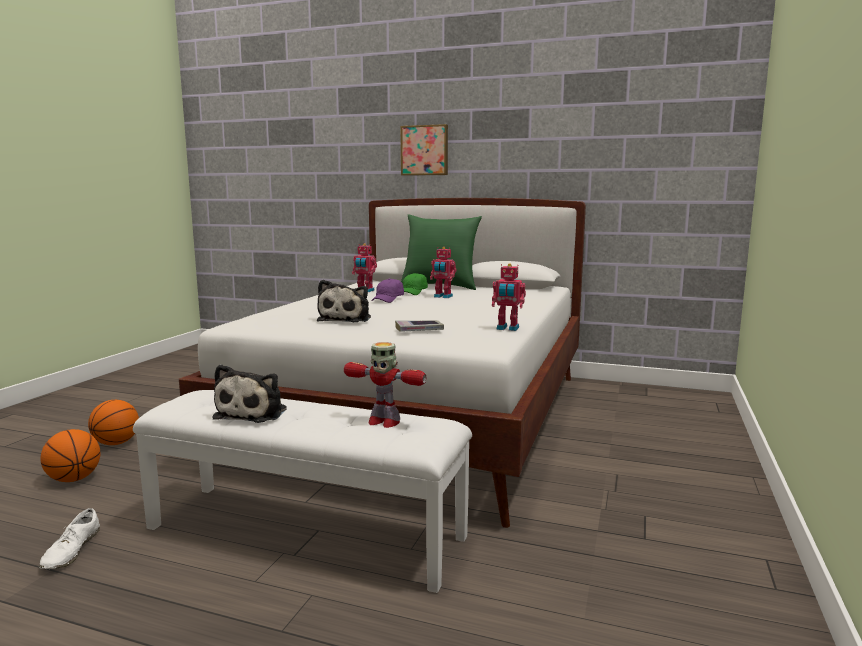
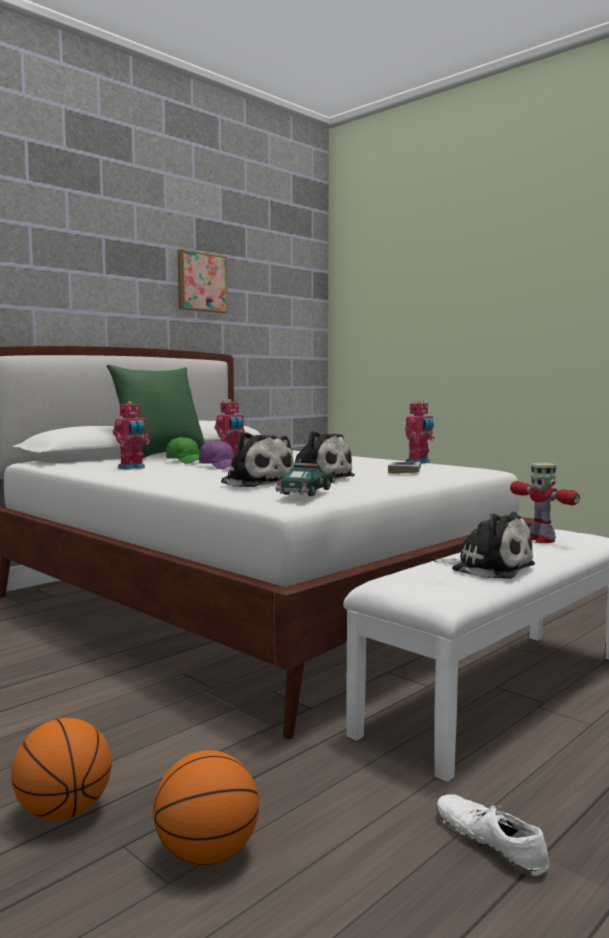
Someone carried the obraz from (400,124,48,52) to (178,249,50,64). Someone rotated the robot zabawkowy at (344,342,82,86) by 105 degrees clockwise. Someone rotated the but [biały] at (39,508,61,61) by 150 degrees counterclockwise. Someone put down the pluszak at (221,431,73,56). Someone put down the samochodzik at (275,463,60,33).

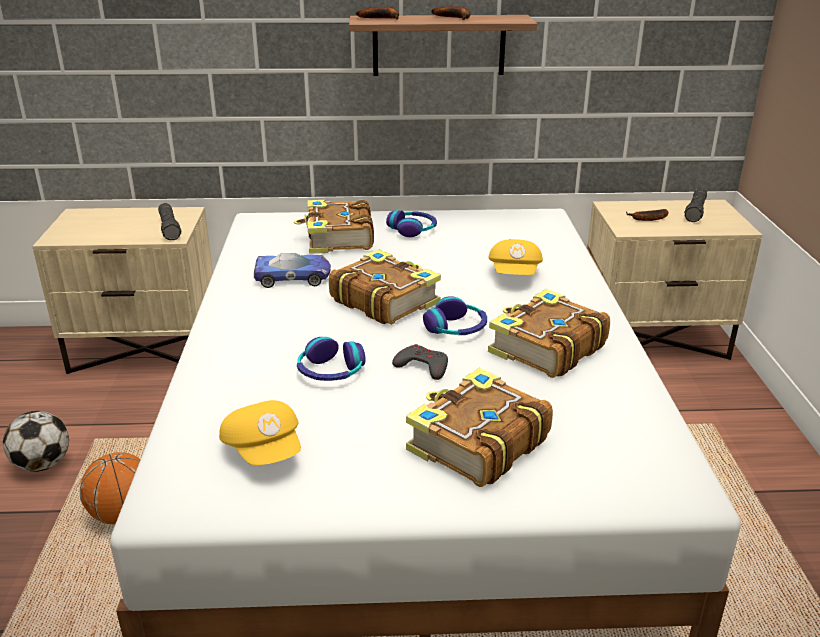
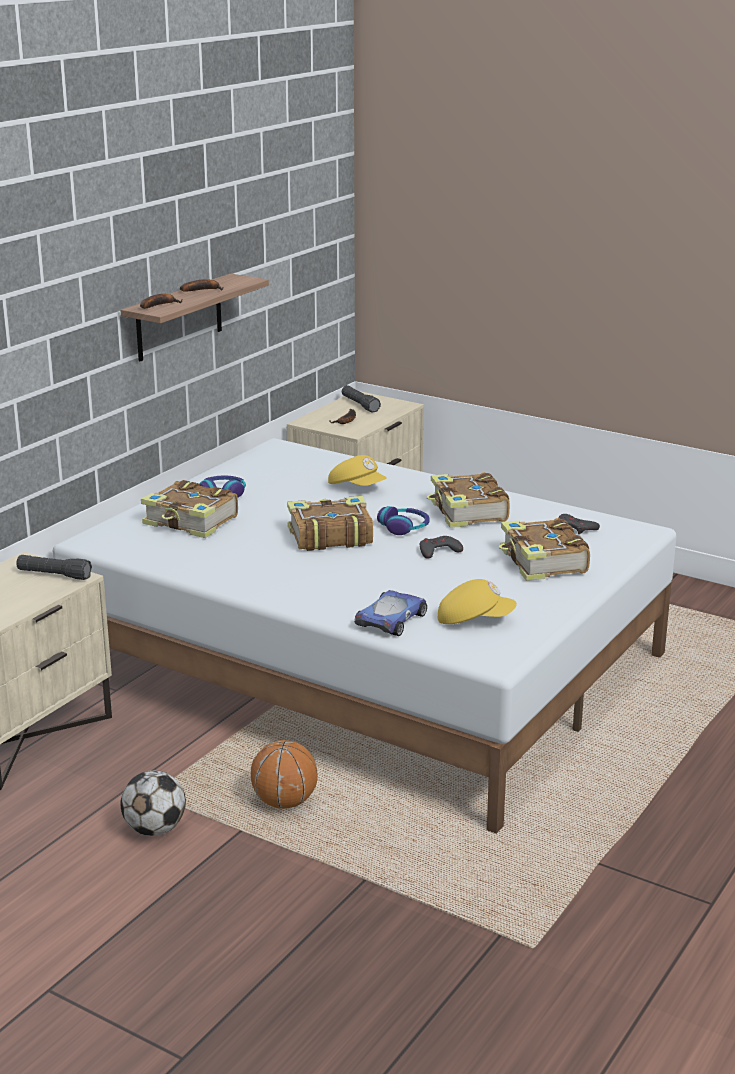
Someone carried the samochodzik from (254,253,77,35) to (354,590,73,46). Someone took away the słuchawki at (297,337,69,44). Someone put down the pad do gier [szary] at (558,514,42,20).

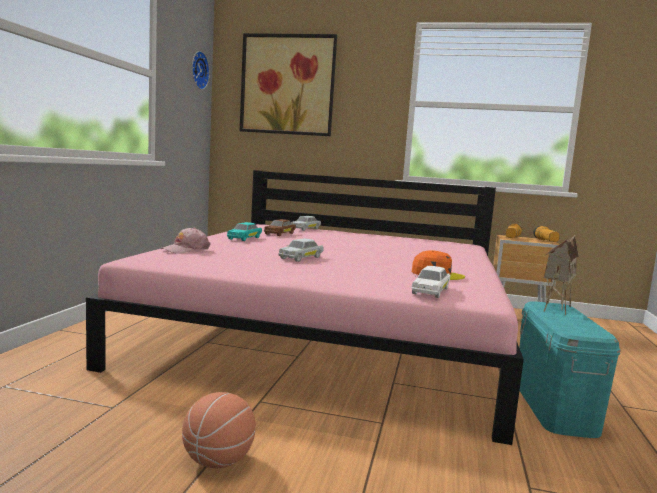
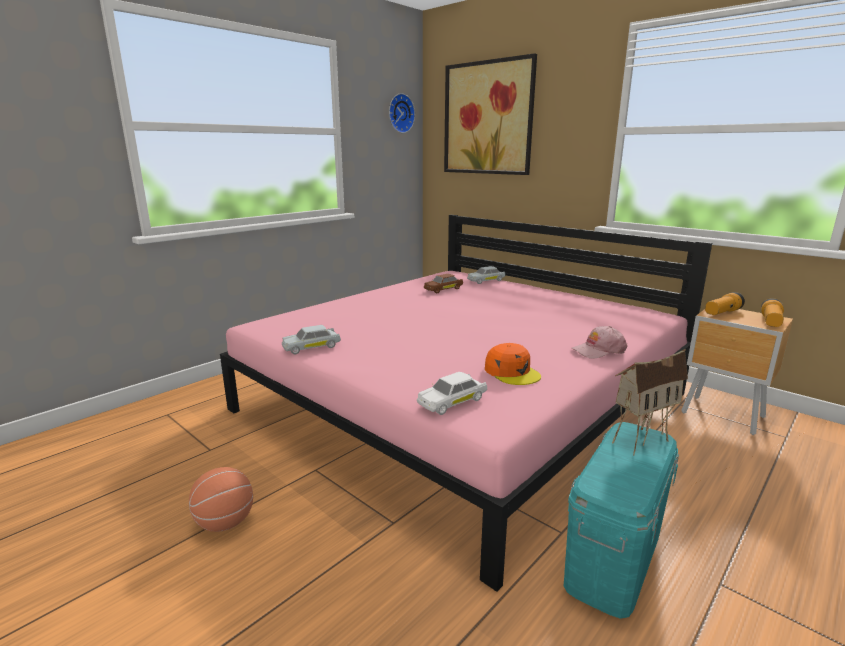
Someone took away the samochodzik [turkusowy] at (227,222,35,19). Someone carried the czapka z daszkiem [różowy] from (161,228,50,26) to (572,326,55,33). Someone carried the samochodzik [biały] from (278,239,45,23) to (282,325,59,29).

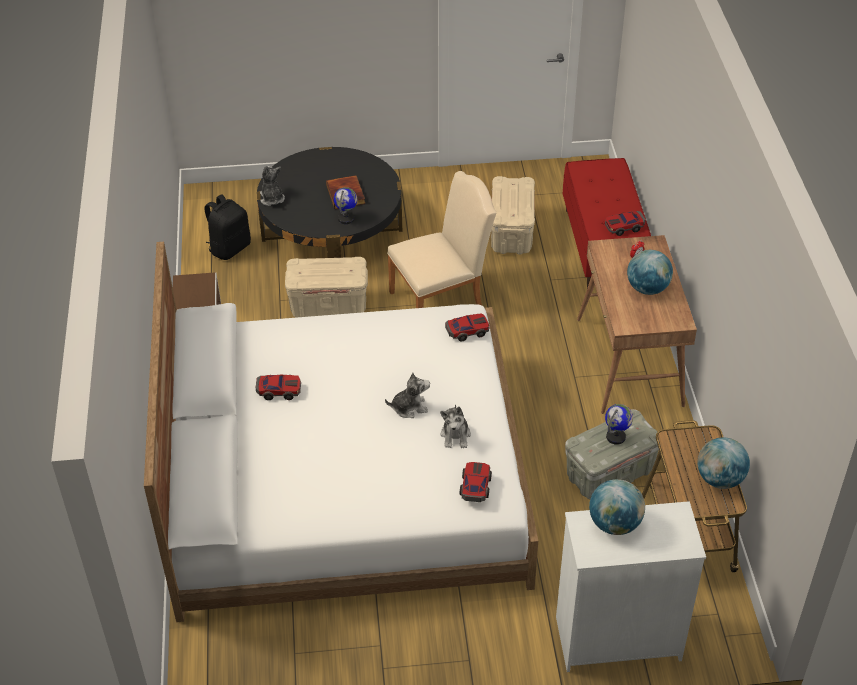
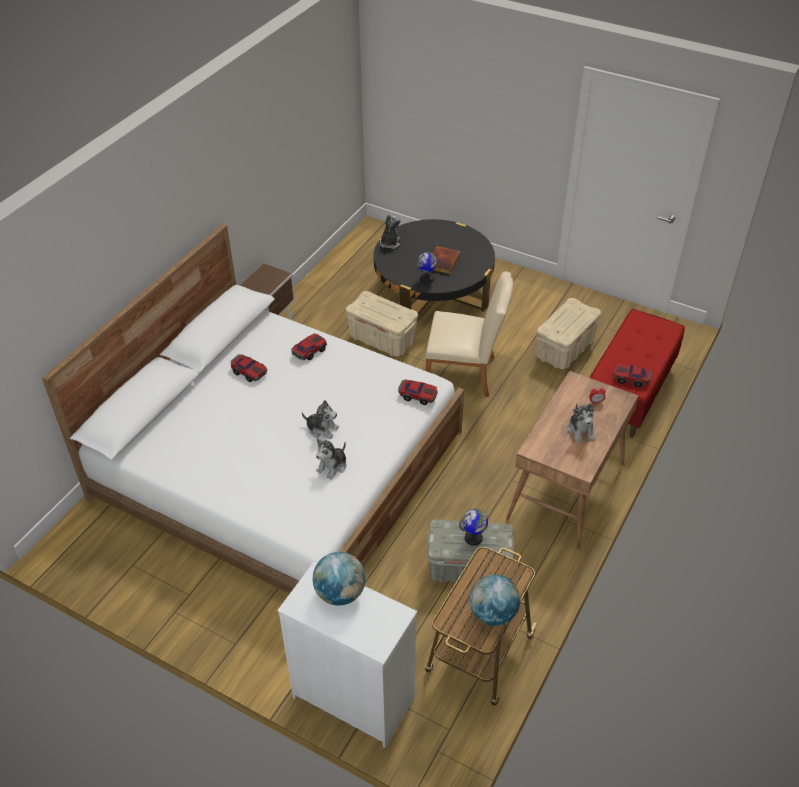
Someone took away the plecak [czarny] at (205,194,46,66). Someone swapped the globus at (627,250,46,45) for the pluszak at (568,403,27,39). Someone carried the samochodzik from (459,462,33,40) to (292,333,35,27).

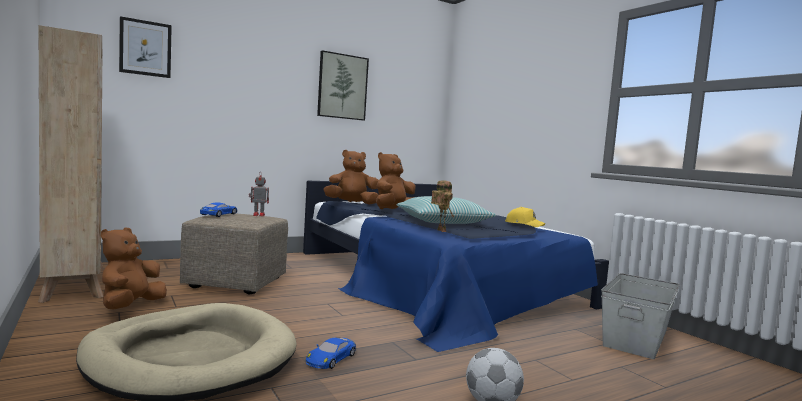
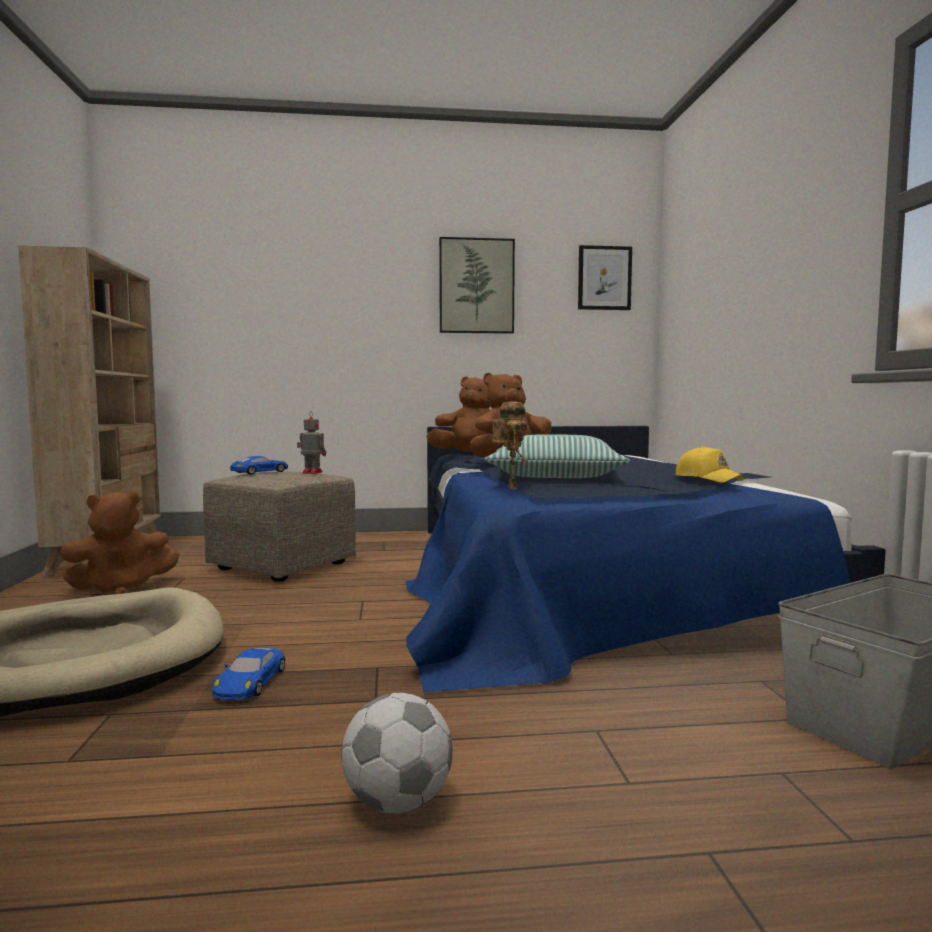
Someone carried the obraz from (119,16,53,62) to (578,245,54,65). Someone rotated the pluszak [brązowy] at (101,227,66,83) by 150 degrees counterclockwise. Someone rotated the samochodzik [niebieski] at (306,337,50,32) by 45 degrees counterclockwise.

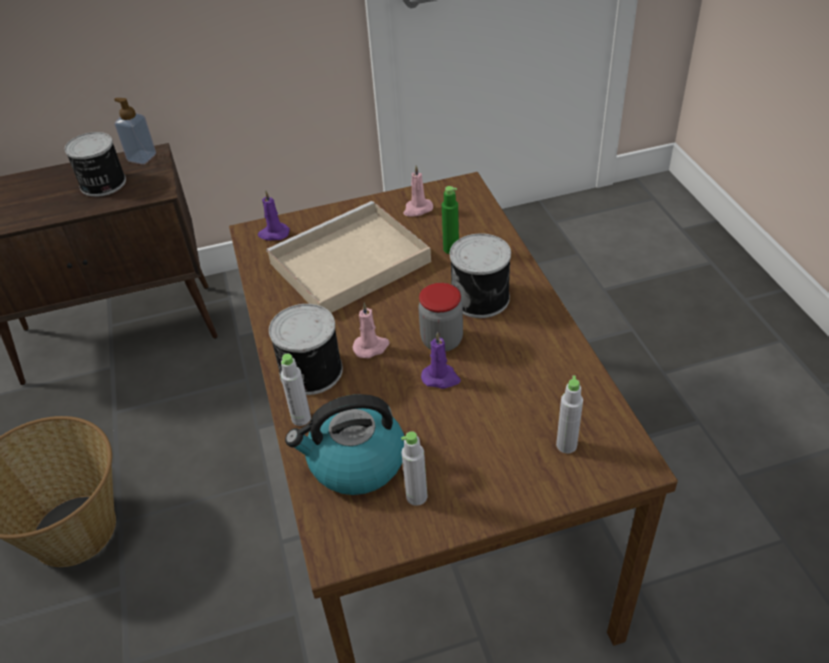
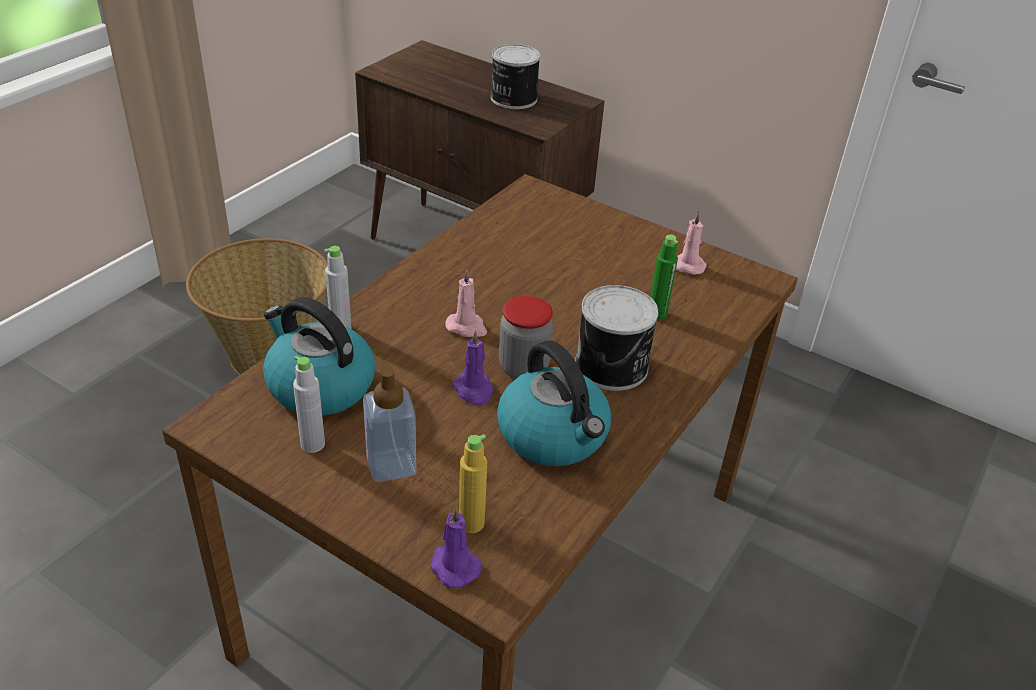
Someone carried the dozownik mydła from (114,98,42,66) to (363,360,53,122). Someone carried the świeca [fioletowy] from (258,190,32,51) to (430,506,51,82). Someone took away the taca [beżowy] at (266,201,165,112). Someone took away the puszka at (269,304,74,91). Someone repainted the butelka [szary] at (556,376,27,77), which became the butelka [żółty] at (459,434,28,99). Someone put down the czajnik at (497,341,114,125).

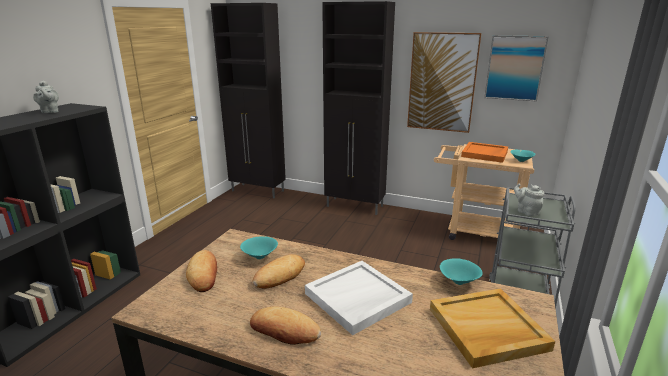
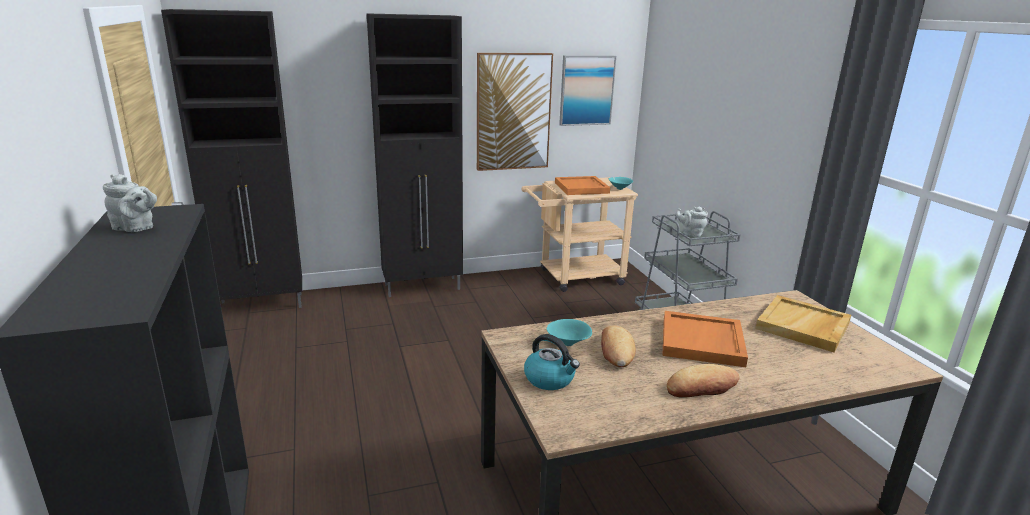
Someone swapped the chleb at (186,250,31,42) for the czajnik at (524,334,56,56). Someone took away the miska [turkusowy] at (440,258,43,27). Someone repainted the taca [biały] at (305,261,108,74), which became the taca [pomarańczowy] at (662,311,86,56).

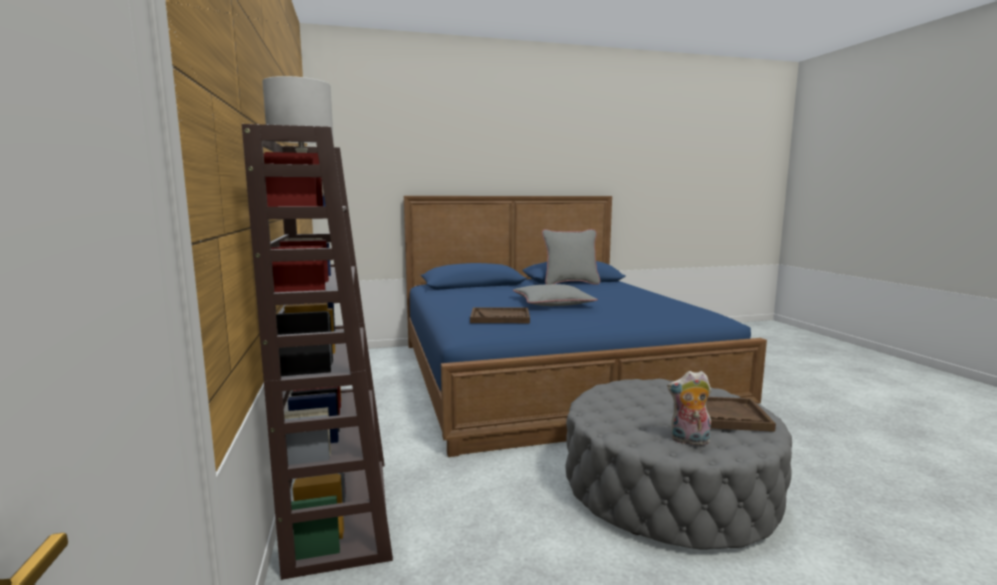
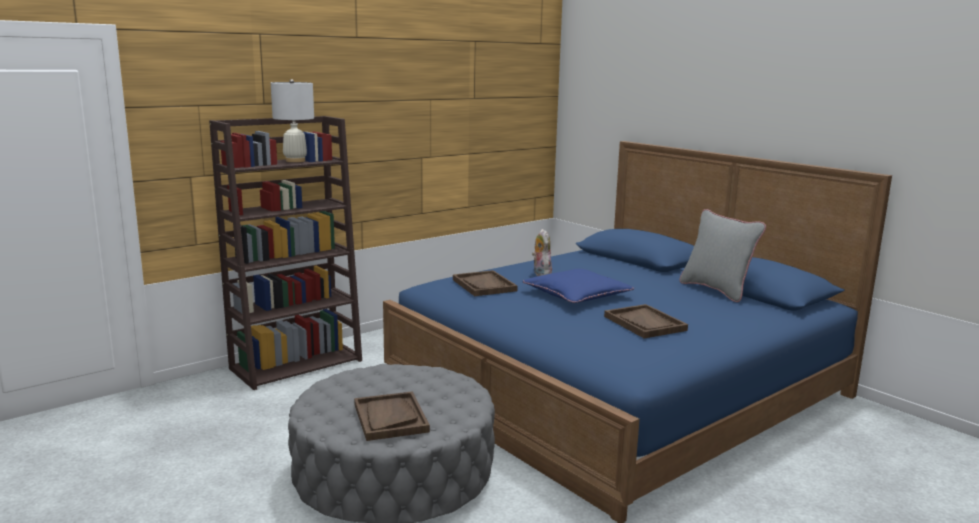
Someone repainted the poduszka [szary] at (513,284,85,22), which became the poduszka [niebieski] at (523,269,111,34). Someone carried the pluszak from (667,371,45,74) to (532,229,20,47). Someone put down the taca [brązowy] at (604,304,84,34).

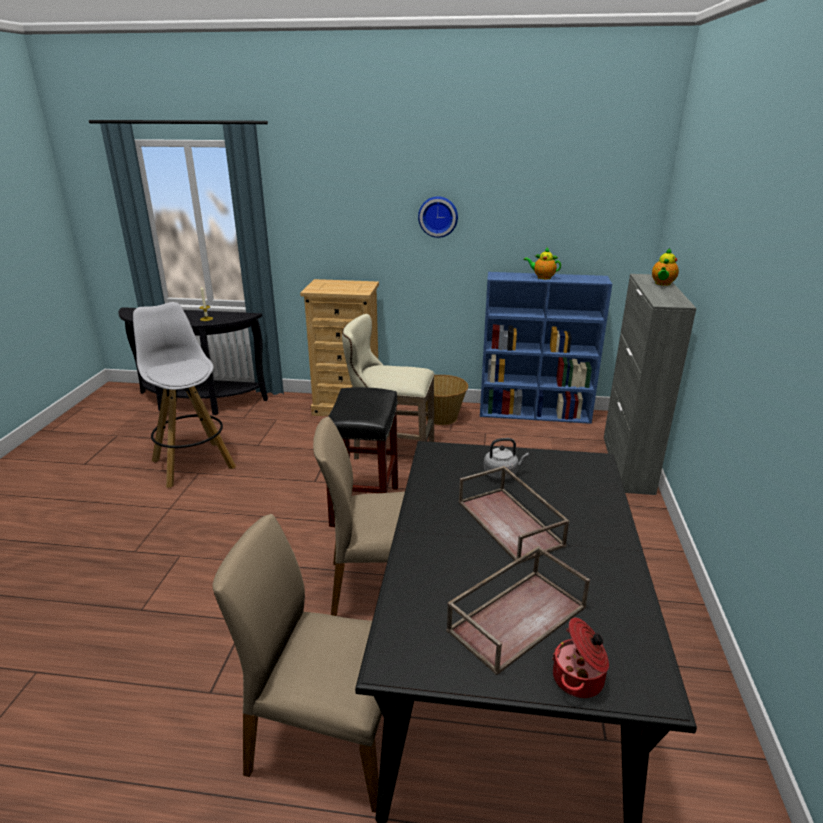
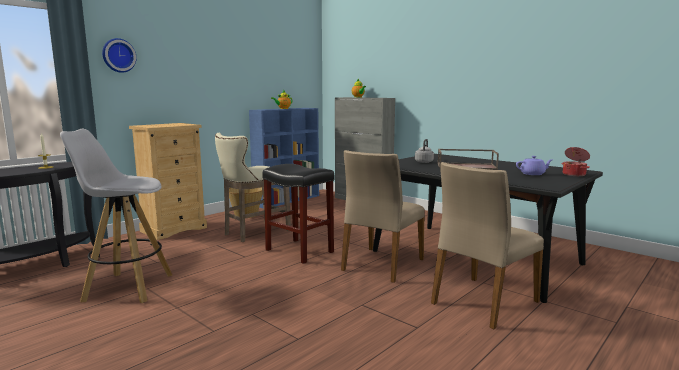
Someone carried the zegar ścienny from (418,196,40,42) to (102,38,35,35). Someone swapped the taca [brązowy] at (446,546,144,129) for the imbryk [fioletowy] at (516,156,37,19).

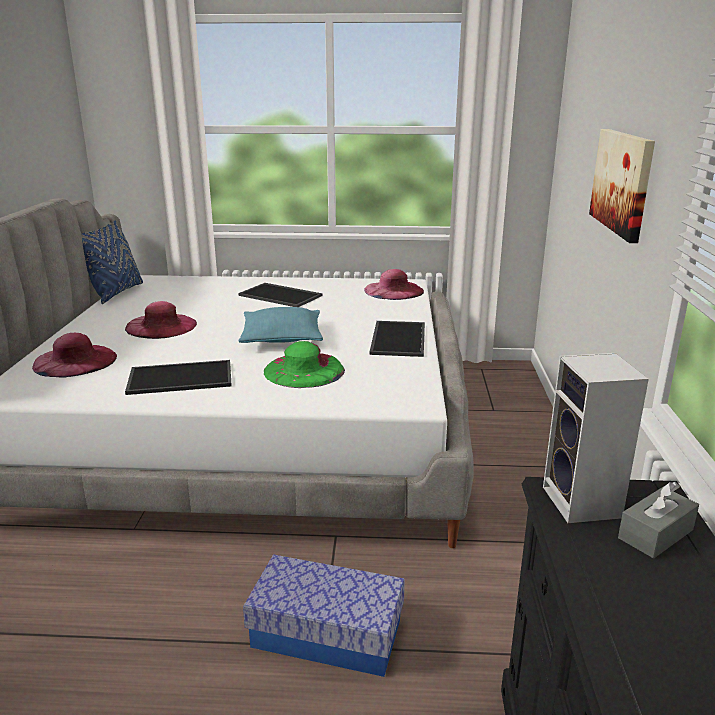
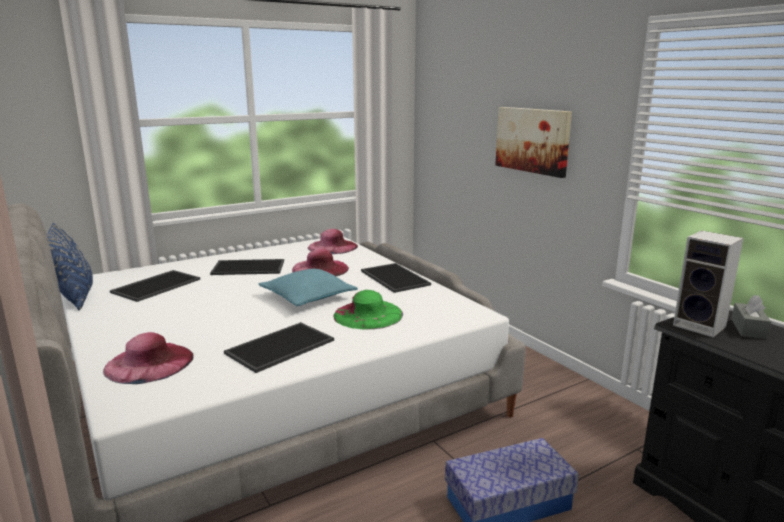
Someone carried the kapelusz [różowy] from (125,301,72,38) to (292,249,57,27). Someone put down the taca at (110,270,90,32).

